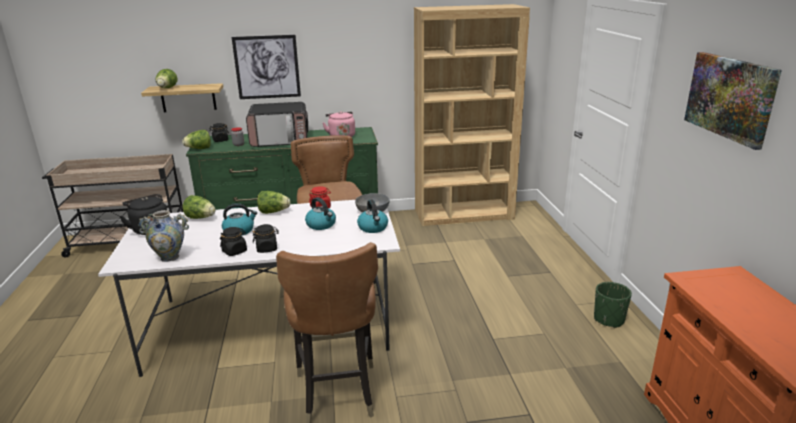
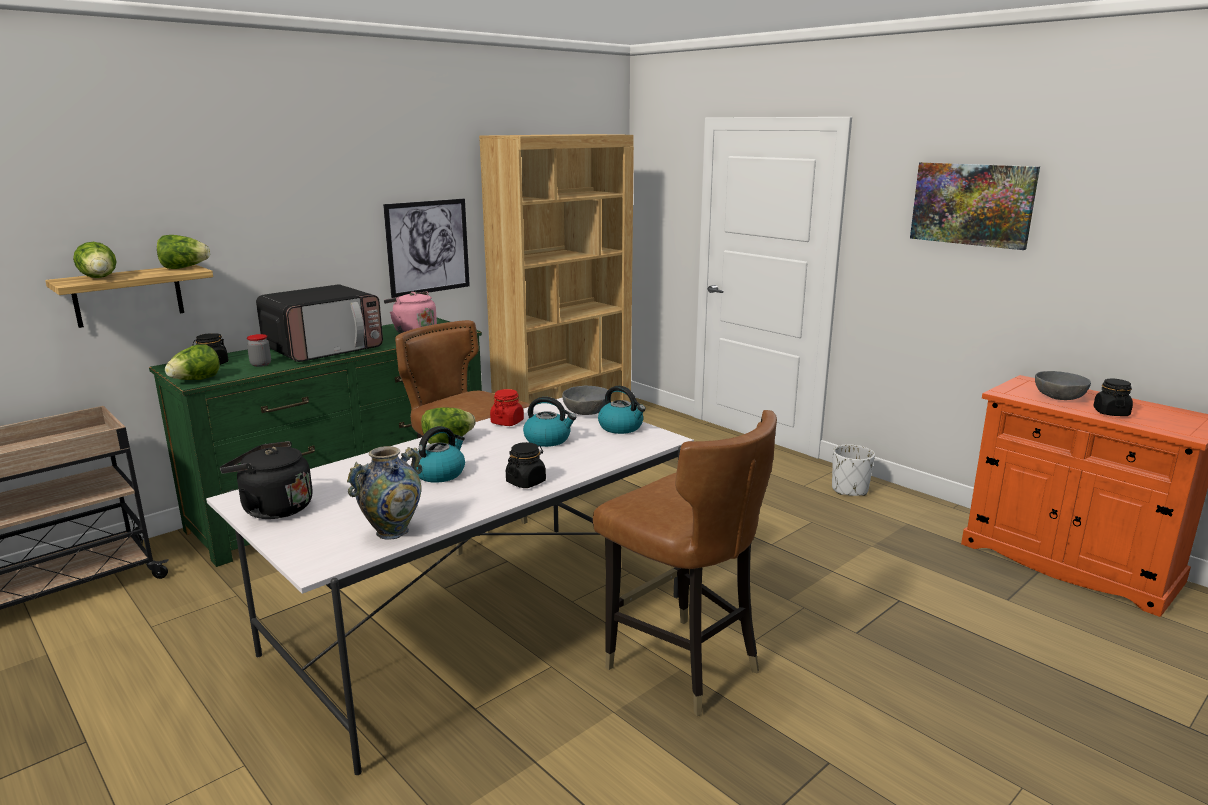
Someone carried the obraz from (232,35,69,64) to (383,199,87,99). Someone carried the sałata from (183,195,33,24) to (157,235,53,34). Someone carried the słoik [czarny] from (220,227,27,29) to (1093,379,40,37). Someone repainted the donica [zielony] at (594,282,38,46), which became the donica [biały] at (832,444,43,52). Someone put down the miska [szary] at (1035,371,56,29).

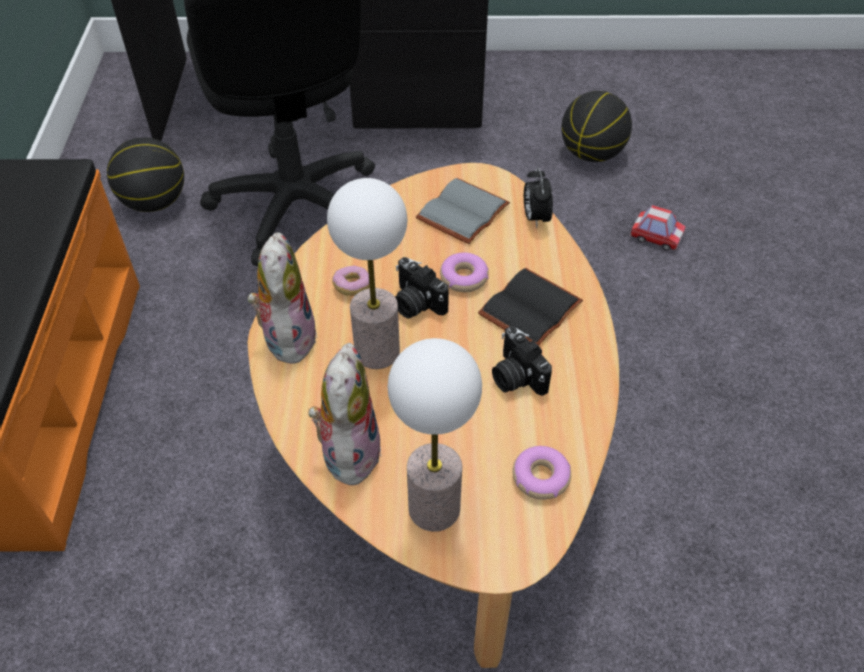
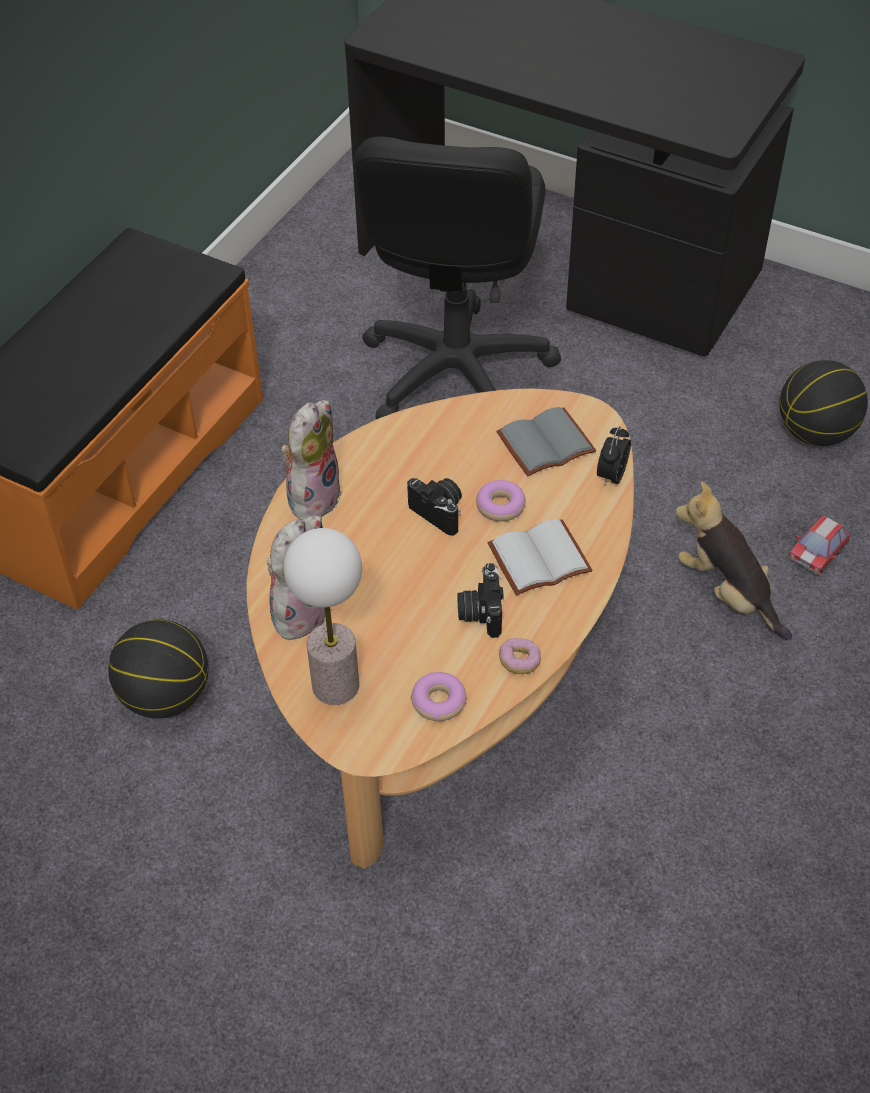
Someone carried the piłka do koszykówki from (107,137,77,75) to (108,620,101,99). Someone took away the lampa stołowa at (327,178,80,191). Someone rotated the samochodzik at (630,205,56,46) by 75 degrees clockwise. Someone rotated the aparat fotograficzny at (395,257,54,62) by 150 degrees clockwise. Someone carried the donut from (332,266,38,30) to (499,638,42,36). Someone repainted the książka [czarny] at (478,268,105,77), which became the książka [biały] at (488,519,105,77). Someone put down the pluszak at (676,482,116,158).

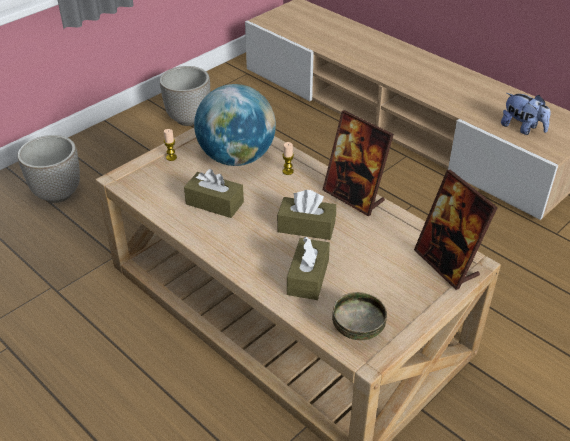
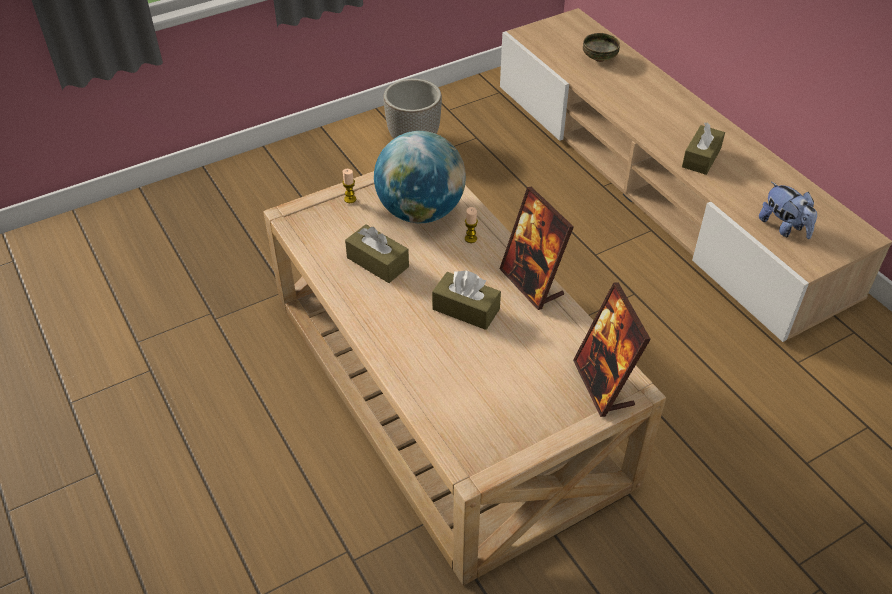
Someone took away the donica at (17,135,63,68). Someone carried the pudełko chusteczek [brązowy] from (287,237,43,63) to (682,122,43,53). Someone carried the miska from (332,292,55,48) to (583,33,37,29).

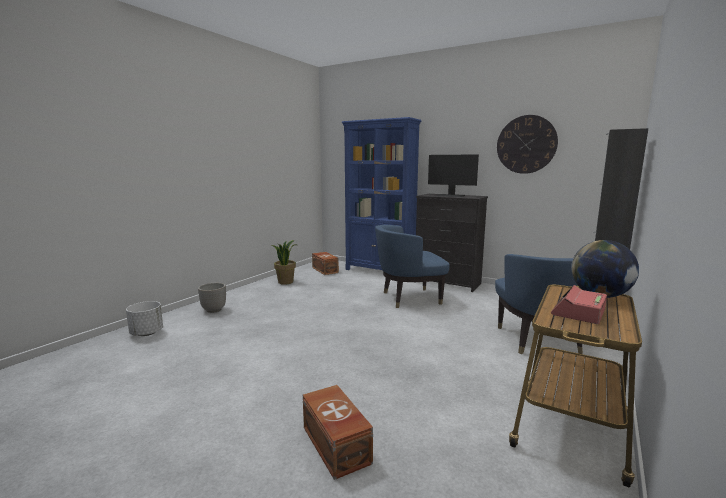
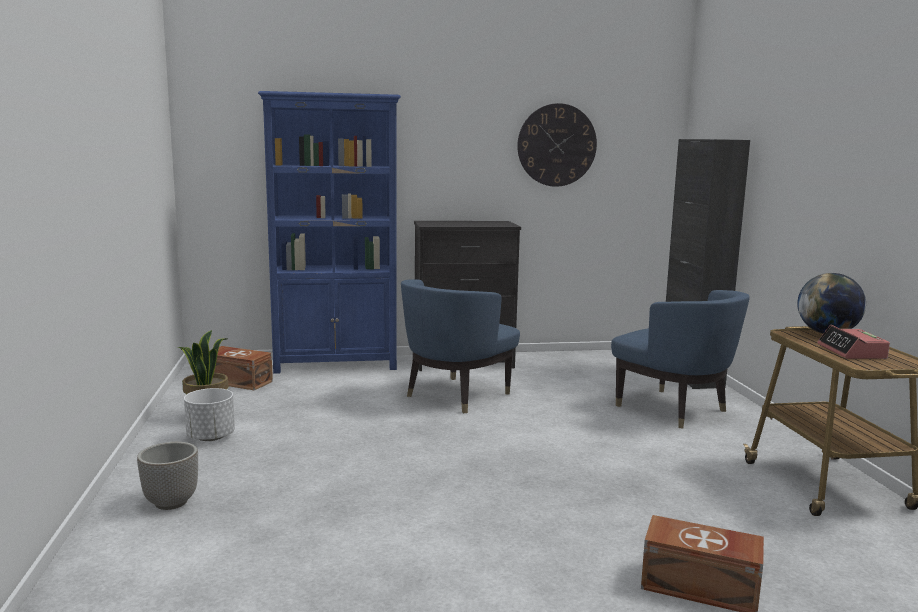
Someone took away the monitor at (428,154,51,43). Someone carried the donica [biały] from (126,301,37,35) to (184,388,51,53).

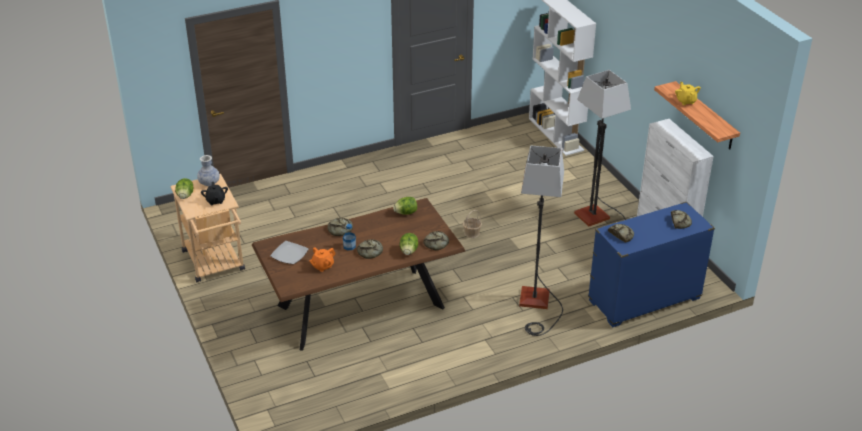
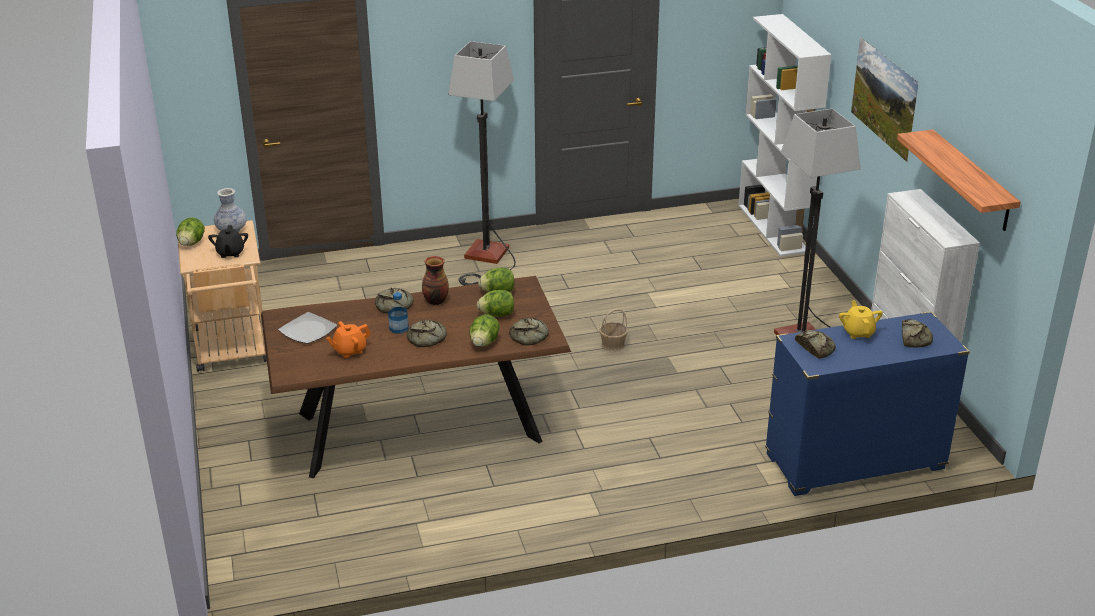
Someone carried the imbryk [żółty] from (675,82,26,23) to (839,300,44,39). Someone carried the lampa stojąca from (519,145,45,191) to (448,41,68,245). Someone put up the obraz at (851,37,68,125). Someone put down the wazon at (422,256,27,49). Someone put down the sałata at (477,290,37,27).

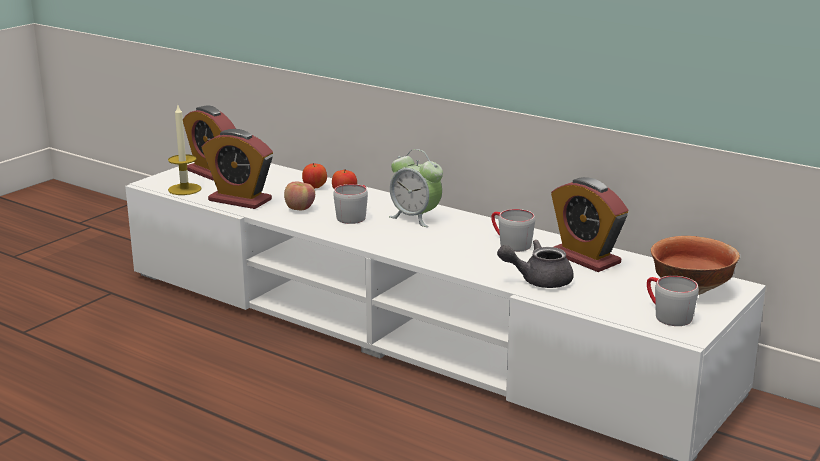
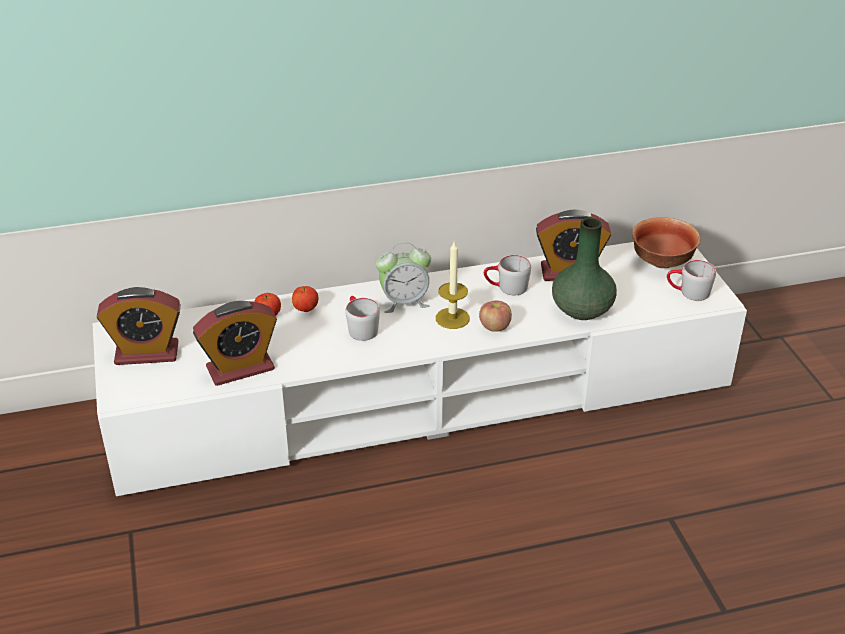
Someone carried the świeca from (168,105,34,90) to (436,242,34,87). Someone carried the jabłko from (284,182,31,28) to (479,301,33,31). Someone swapped the imbryk [szary] at (497,240,77,48) for the wazon [zielony] at (552,218,65,102).

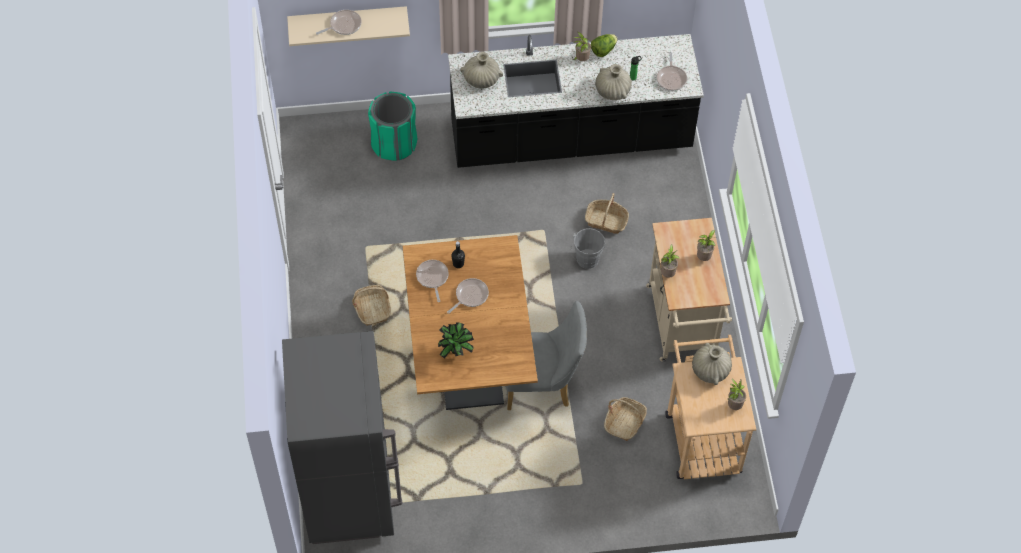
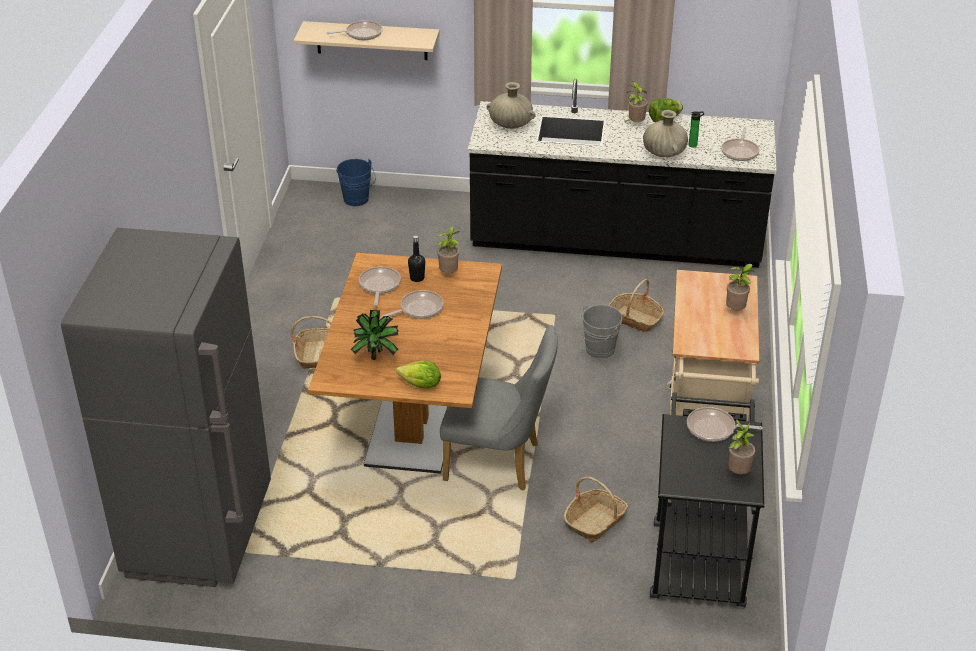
Someone took away the kosz na śmieci [zielony] at (368,91,50,70). Someone carried the roślina doniczkowa from (661,244,18,34) to (437,226,23,47). Someone repainted the wózek [beżowy] at (665,335,91,145), which became the wózek [czarny] at (650,392,114,215). Someone swapped the wazon [beżowy] at (692,343,40,42) for the patelnia at (687,407,76,35). Someone put down the wiadro [niebieski] at (336,159,40,47). Someone put down the sałata at (396,361,45,28).

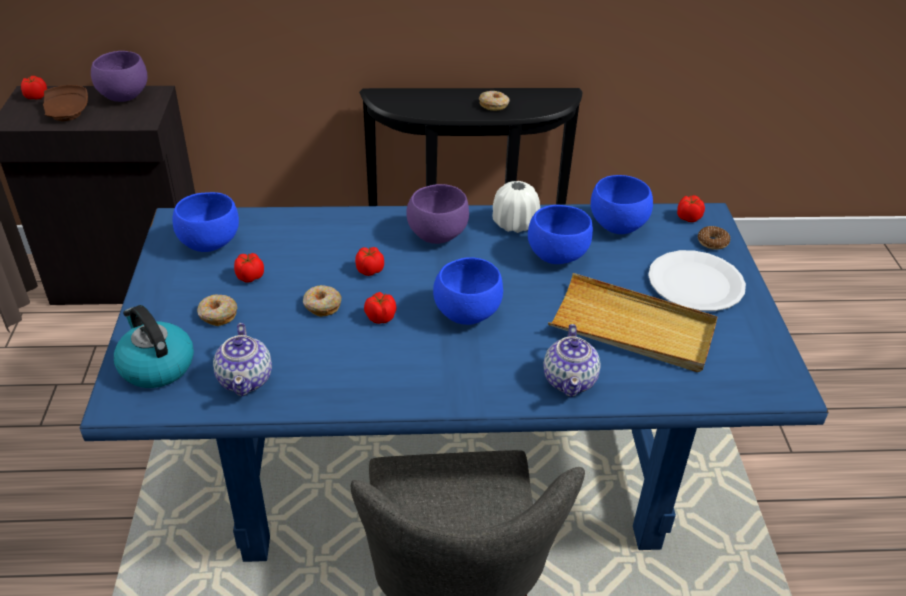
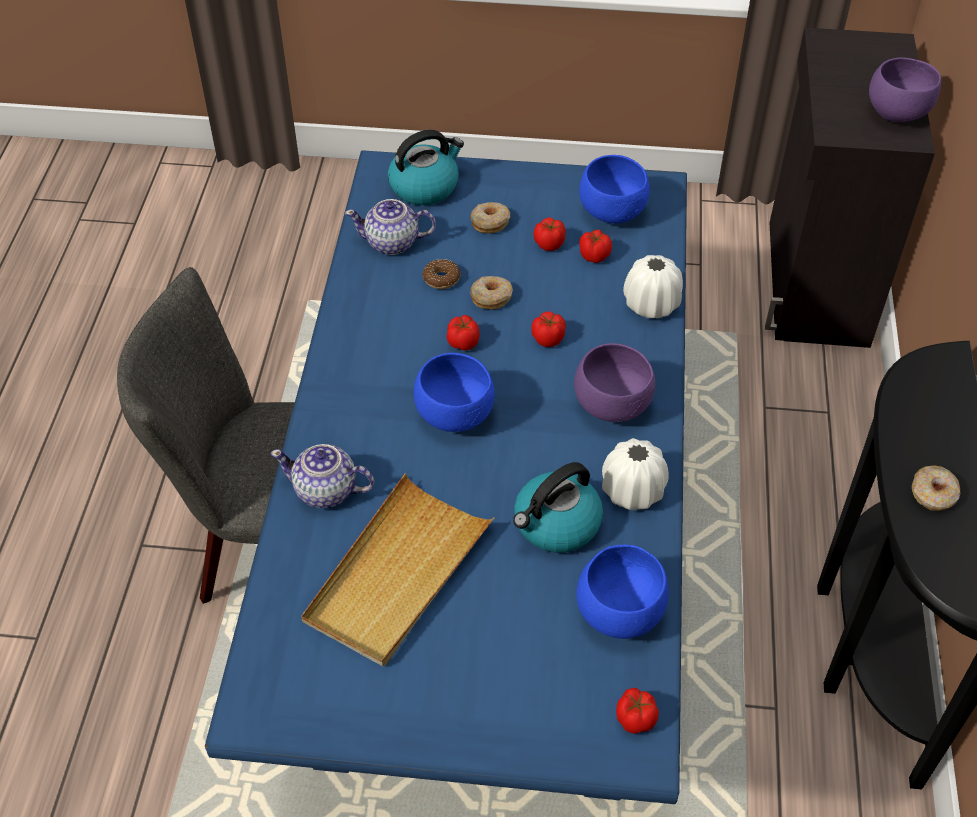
Someone carried the pomidor from (21,76,26,24) to (579,230,33,33). Someone took away the talerz [brązowy] at (43,85,45,36). Someone swapped the miska [niebieski] at (528,205,65,59) for the czajnik at (513,462,90,91). Someone carried the donut from (698,226,32,24) to (422,259,39,30). Someone took away the talerz [biały] at (648,250,98,61). Someone put down the wazon [biały] at (623,255,60,63).

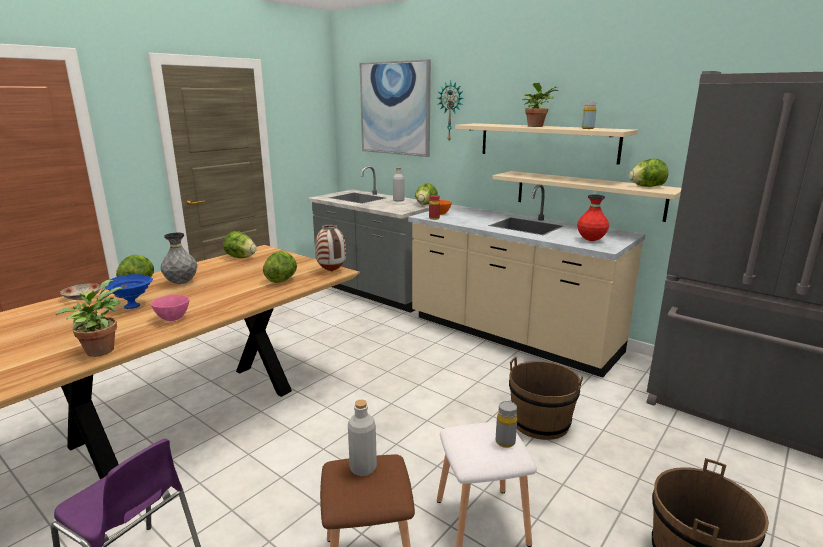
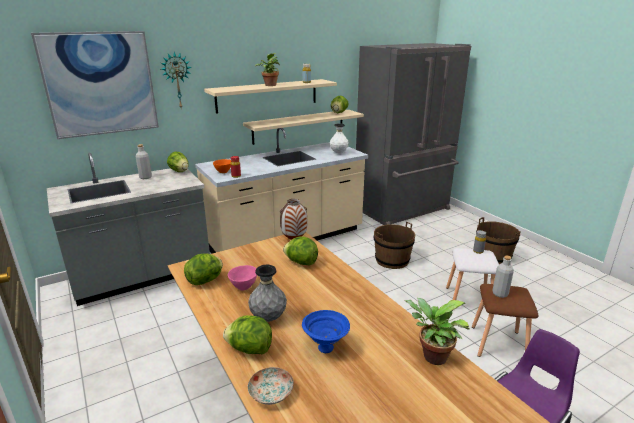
Someone repainted the wazon [czerwony] at (577,194,32,47), which became the wazon [biały] at (330,123,19,30). Someone carried the miska [różowy] from (151,295,39,26) to (228,265,29,26).

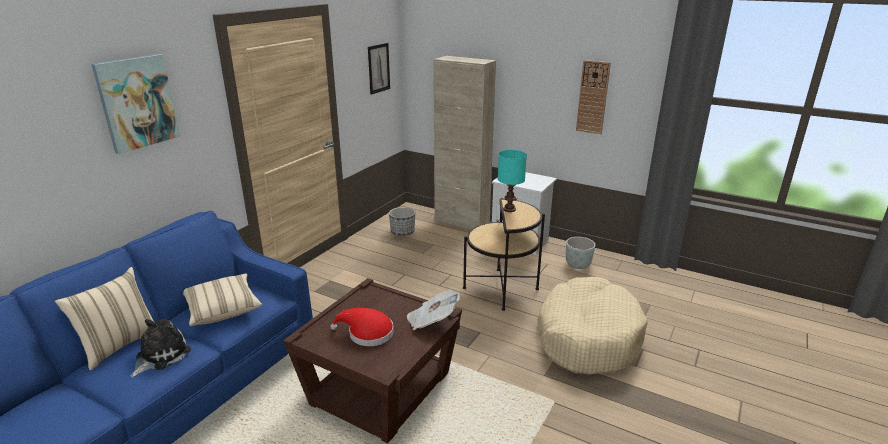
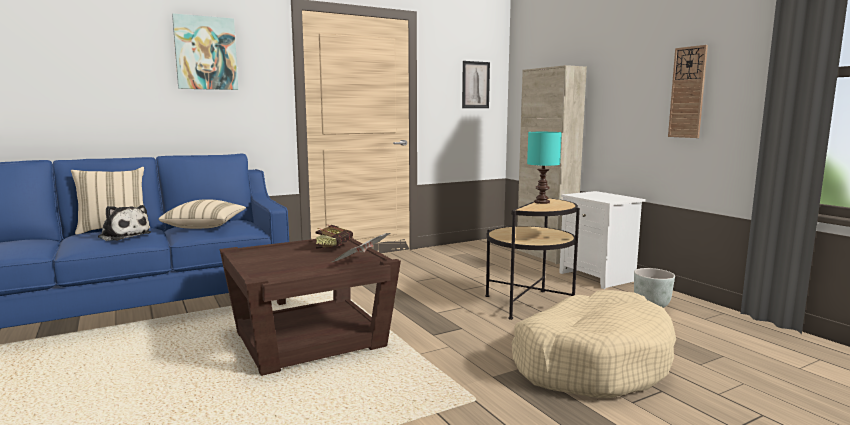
Someone took away the donica at (389,207,26,29). Someone took away the kapelusz [czerwony] at (331,308,63,38). Someone rotated the pluszak at (131,319,60,59) by 60 degrees clockwise. Someone put down the książka at (315,225,38,24).

